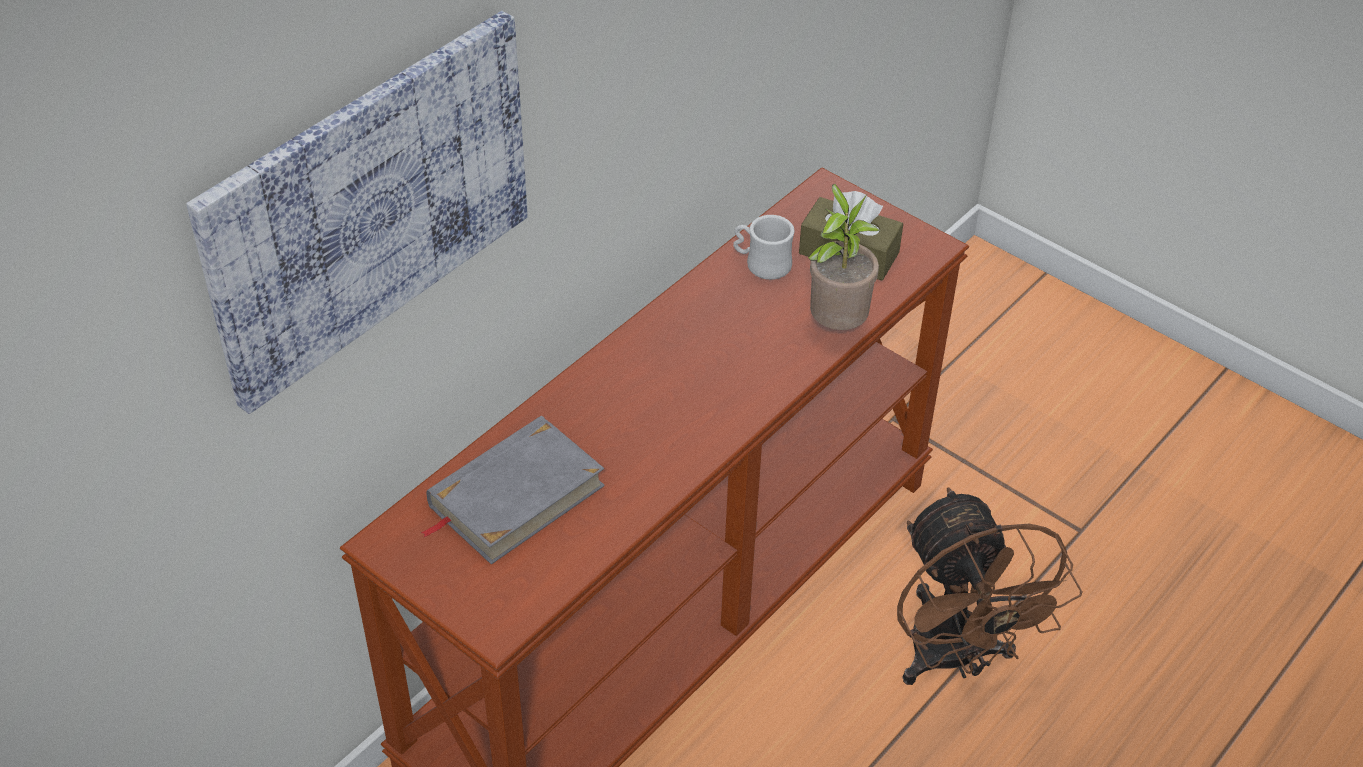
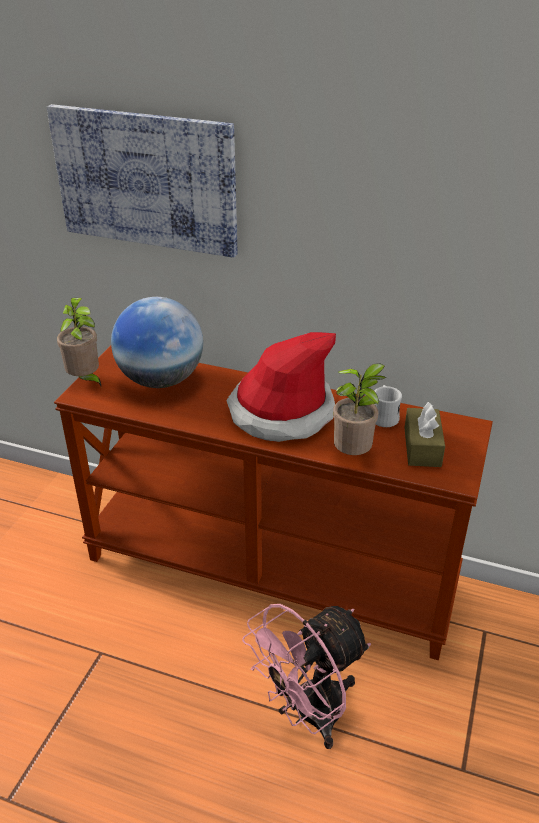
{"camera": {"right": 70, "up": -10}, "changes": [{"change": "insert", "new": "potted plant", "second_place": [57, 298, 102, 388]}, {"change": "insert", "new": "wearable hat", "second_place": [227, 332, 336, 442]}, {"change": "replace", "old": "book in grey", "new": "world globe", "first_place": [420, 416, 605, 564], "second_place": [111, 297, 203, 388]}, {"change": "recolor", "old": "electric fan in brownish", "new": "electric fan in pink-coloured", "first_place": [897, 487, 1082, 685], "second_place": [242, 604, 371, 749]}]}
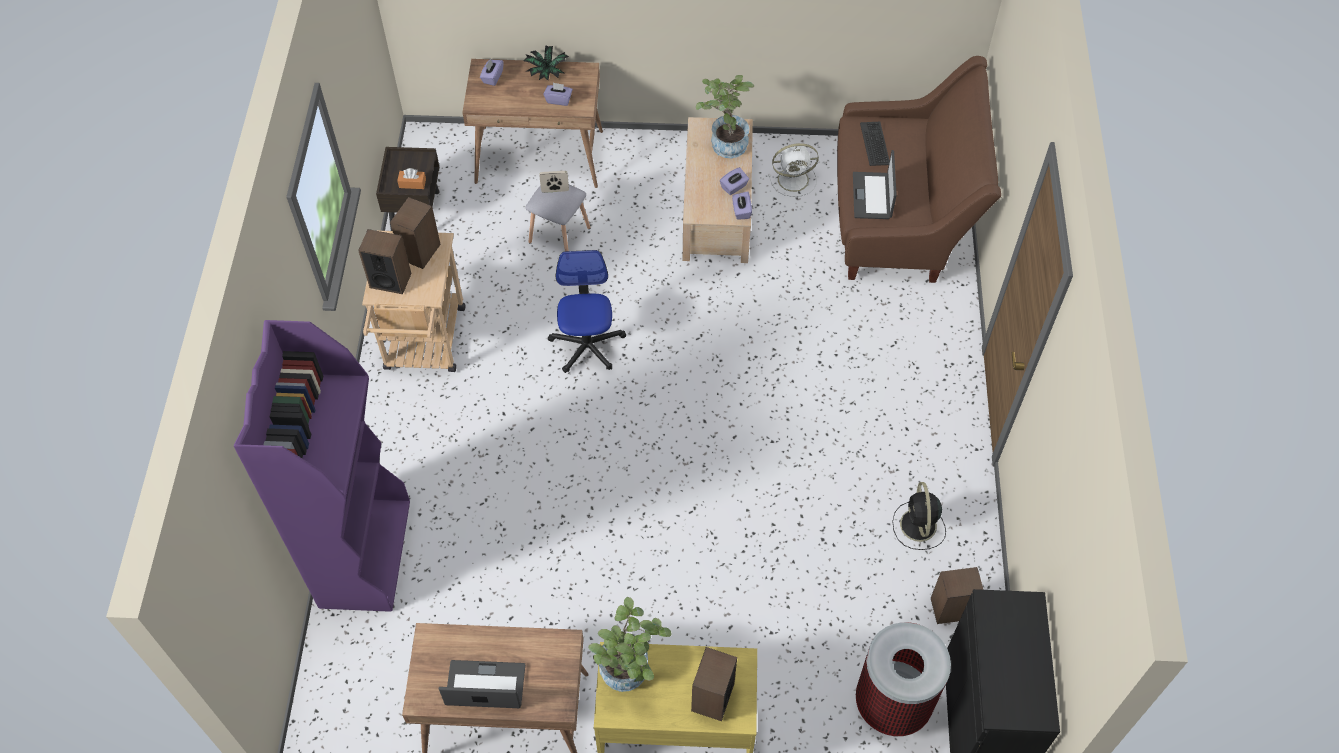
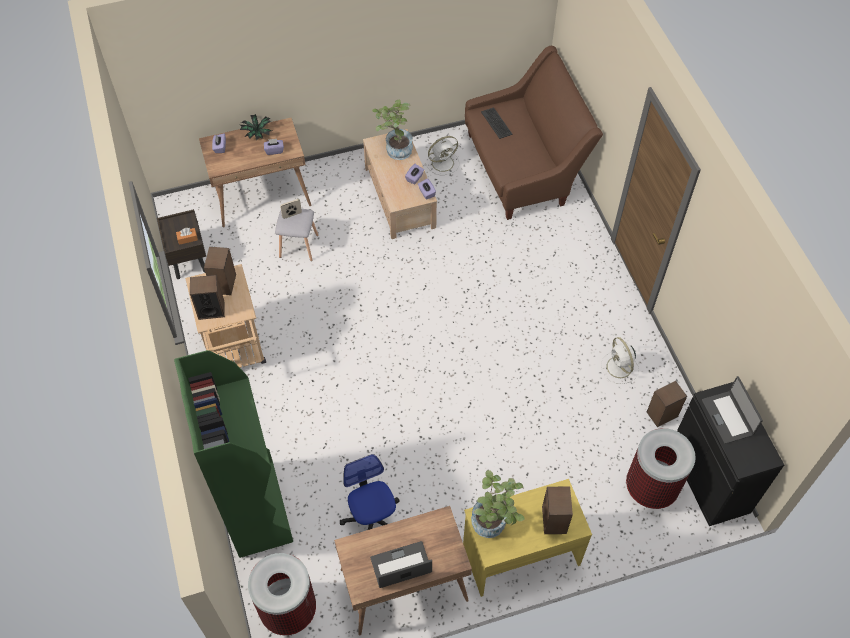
{"camera": {"right": -20, "up": 0}, "changes": [{"change": "insert", "new": "rubbish bin", "second_place": [248, 553, 316, 635]}, {"change": "move", "old": "desk chair", "first_place": [548, 250, 626, 373], "second_place": [340, 454, 400, 530]}, {"change": "move", "old": "notebook computer", "first_place": [853, 150, 897, 219], "second_place": [702, 376, 763, 444]}, {"change": "recolor", "old": "shelving unit in purple", "new": "shelving unit in green-coloured", "first_place": [234, 320, 410, 612], "second_place": [174, 350, 293, 558]}, {"change": "recolor", "old": "electric fan in blackish", "new": "electric fan in white-coloured", "first_place": [892, 482, 946, 550], "second_place": [601, 337, 639, 384]}]}
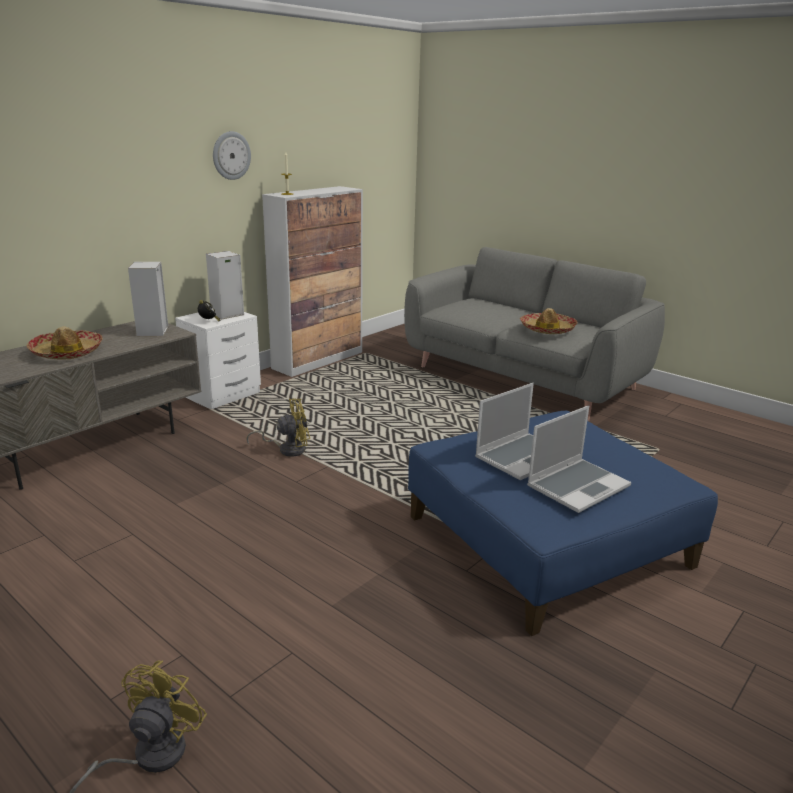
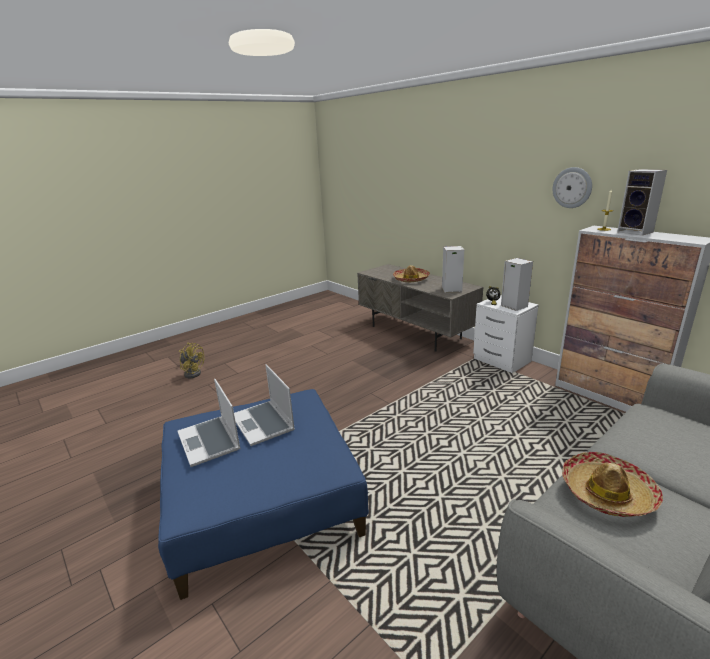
{"camera": {"right": 100, "up": 0}, "changes": [{"change": "delete", "old": "electric fan in yellow", "first_place": [246, 398, 310, 457]}, {"change": "insert", "new": "speaker", "second_place": [617, 169, 667, 236]}]}
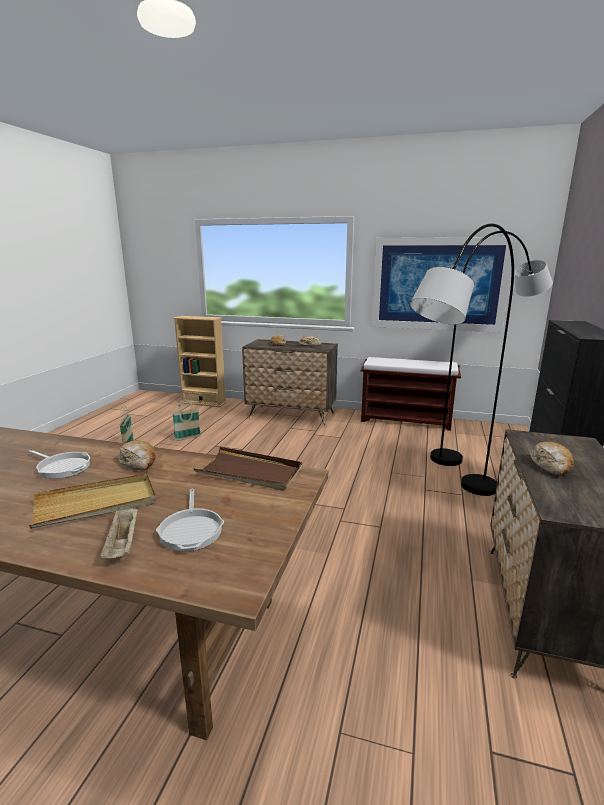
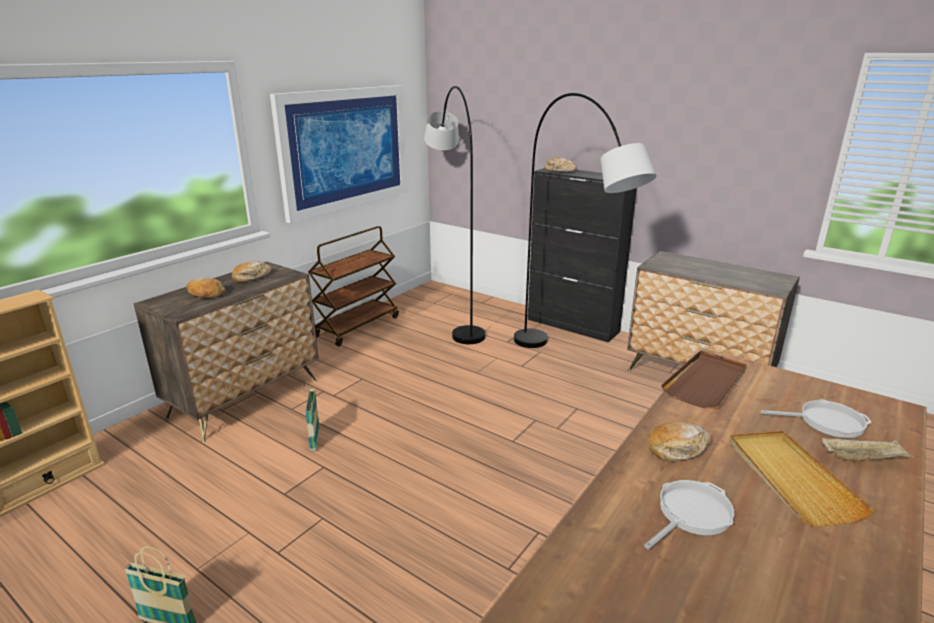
{"camera": {"right": -70, "up": 5}, "changes": [{"change": "move", "old": "basket", "first_place": [172, 399, 201, 441], "second_place": [305, 380, 319, 451]}, {"change": "move", "old": "bakery bread", "first_place": [530, 442, 574, 476], "second_place": [545, 158, 576, 172]}, {"change": "replace", "old": "bench in brownish", "new": "wheeled cart in brownish", "first_place": [361, 357, 461, 431], "second_place": [308, 226, 399, 347]}]}
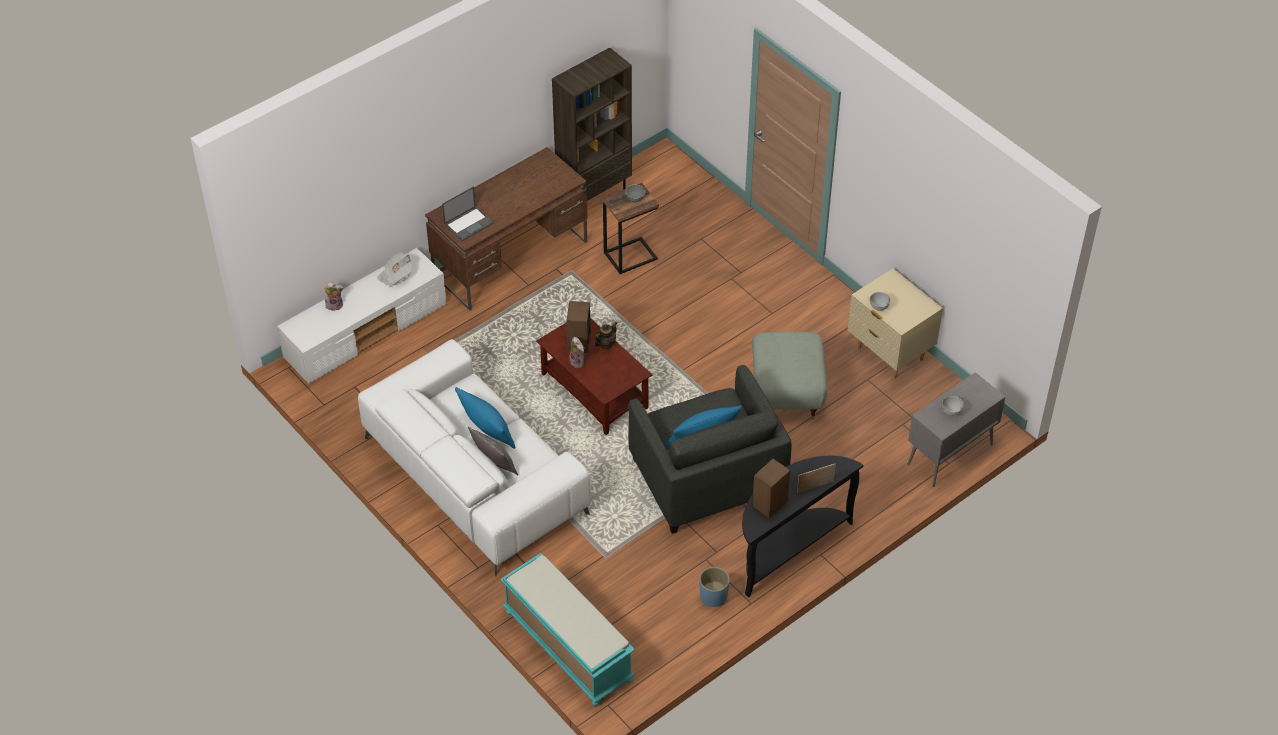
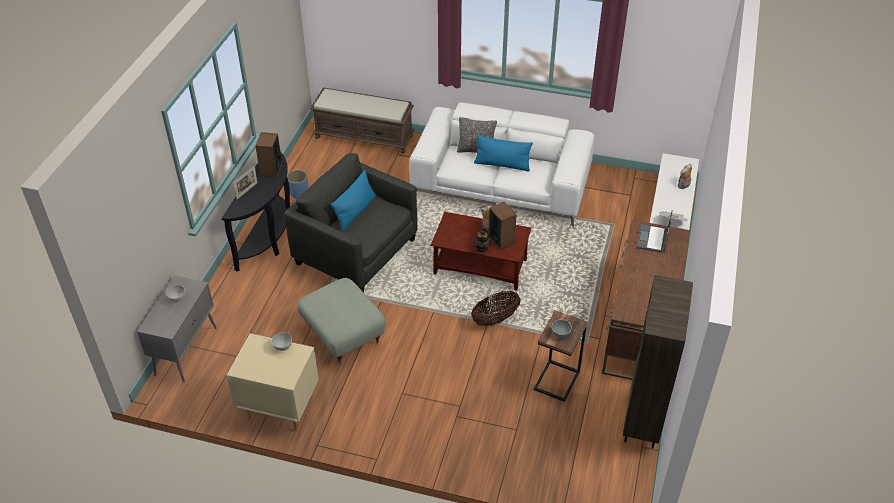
{"camera": {"right": 145, "up": -5}, "changes": [{"change": "insert", "new": "basket", "second_place": [471, 291, 520, 326]}, {"change": "recolor", "old": "bench in blue-green", "new": "bench in brownish", "first_place": [500, 553, 635, 706], "second_place": [310, 87, 415, 153]}]}
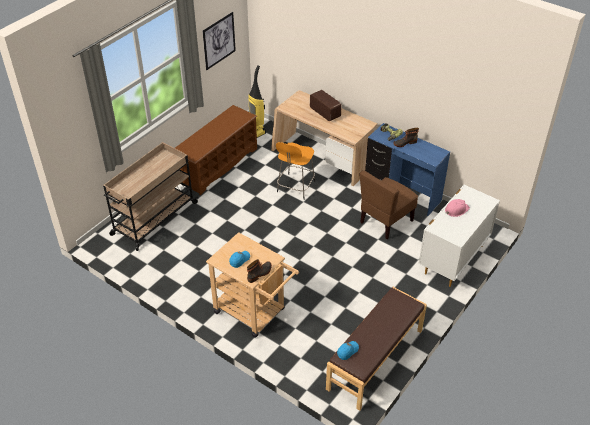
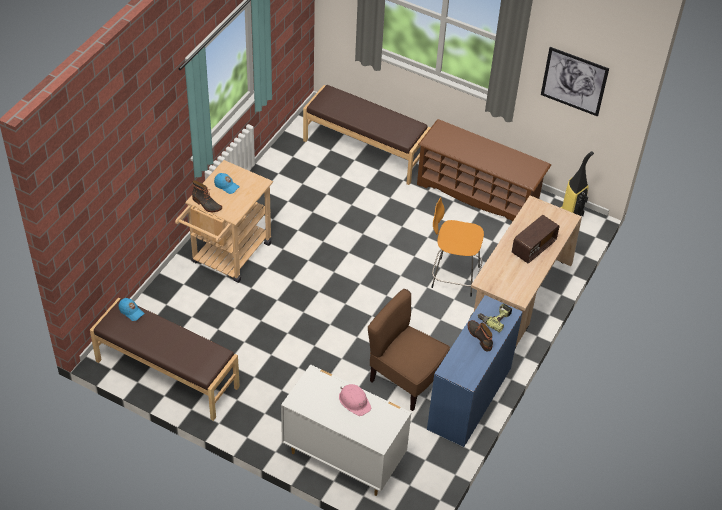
{"camera": {"right": 80, "up": 5}, "changes": [{"change": "replace", "old": "wheeled cart in beige-coloured", "new": "bench in brownish", "first_place": [103, 142, 198, 251], "second_place": [303, 85, 431, 185]}]}
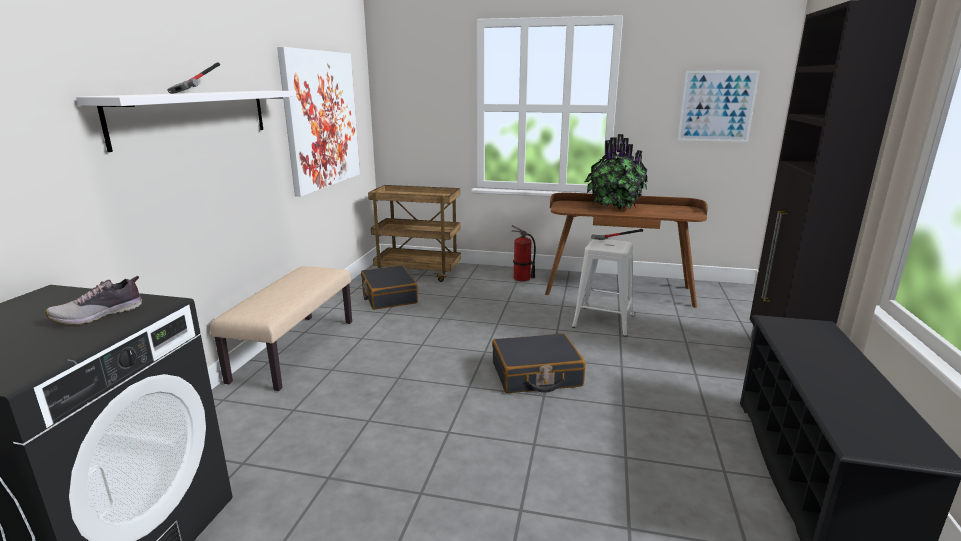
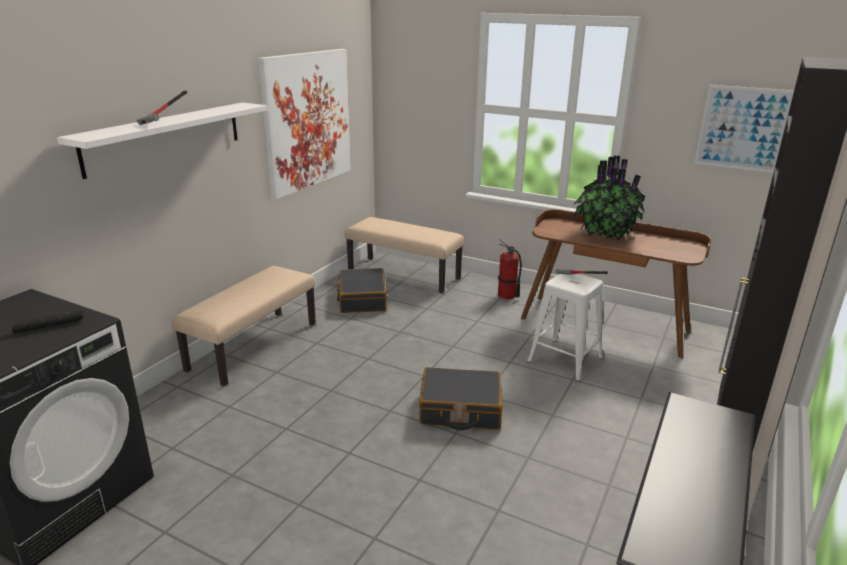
{"camera": {"right": 15, "up": 5}, "changes": [{"change": "replace", "old": "shoe", "new": "hand torch in blackish", "first_place": [45, 276, 142, 325], "second_place": [11, 310, 83, 334]}, {"change": "replace", "old": "wheeled cart in brownish", "new": "bench in beige-coloured", "first_place": [368, 185, 461, 282], "second_place": [345, 217, 464, 293]}]}
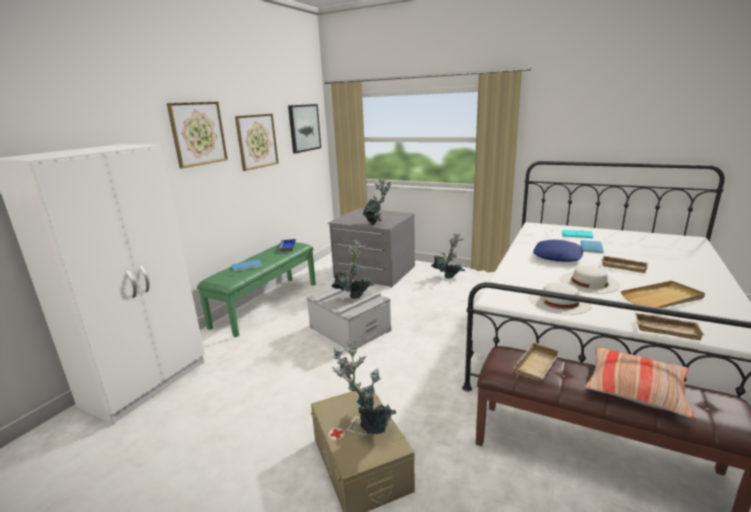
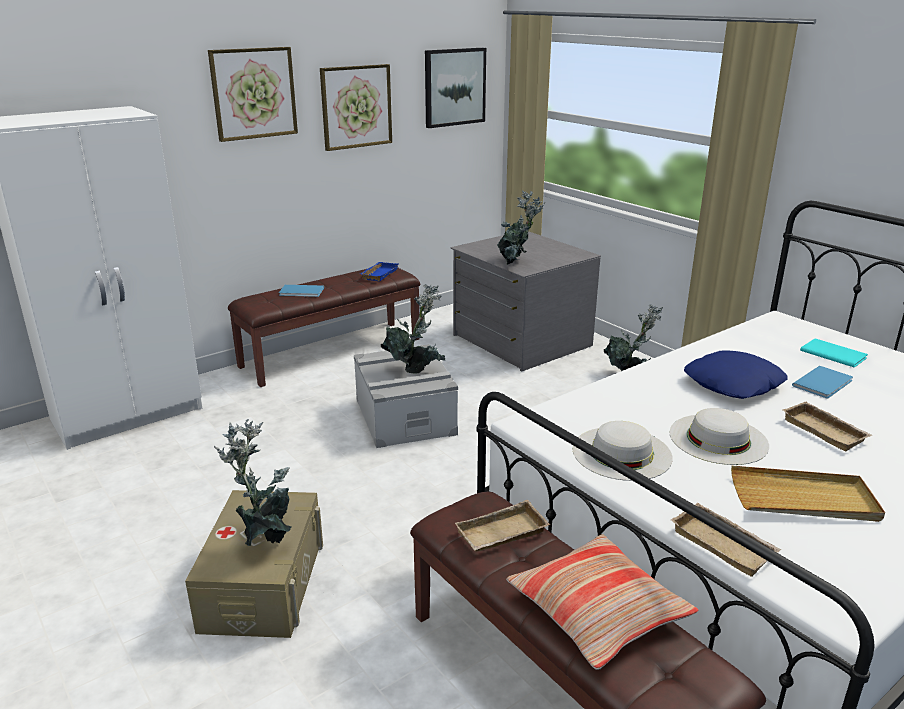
{"camera": {"right": 25, "up": 5}, "changes": [{"change": "recolor", "old": "bench in green-coloured", "new": "bench in brownish", "first_place": [197, 242, 316, 337], "second_place": [228, 268, 420, 387]}]}
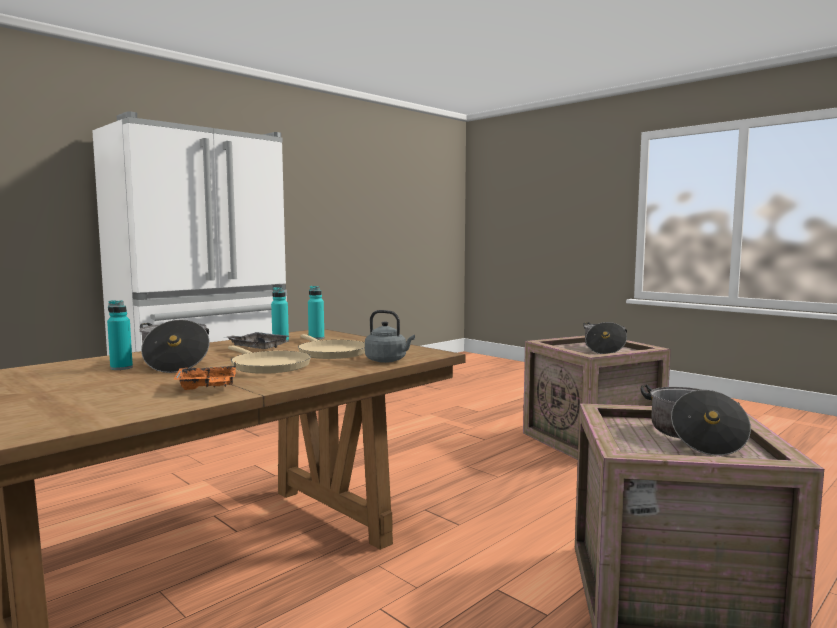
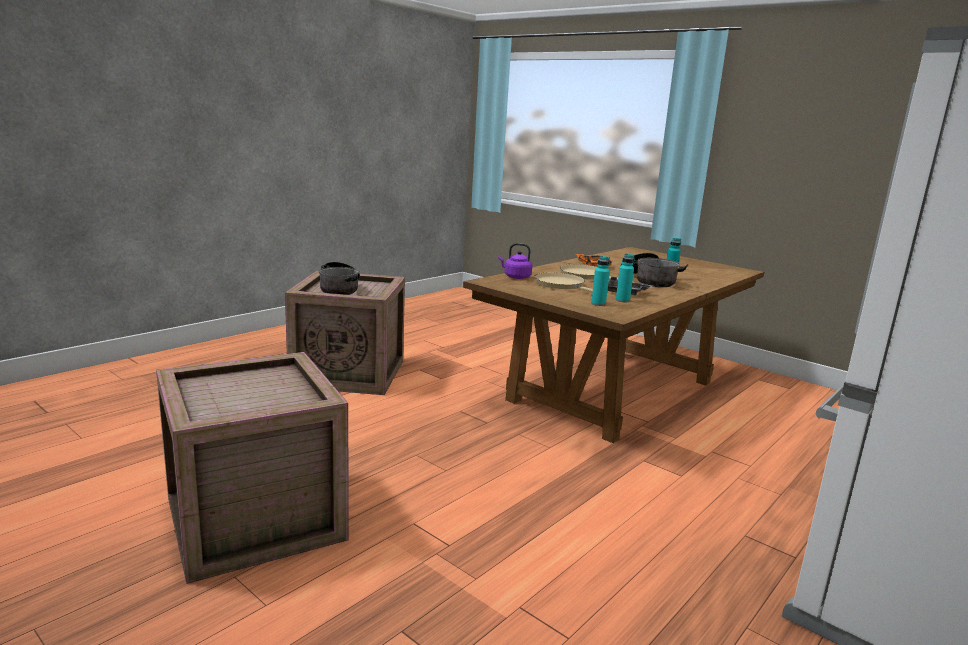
{"camera": {"right": 175, "up": 10}, "changes": [{"change": "delete", "old": "stockpot", "first_place": [583, 322, 627, 354]}, {"change": "recolor", "old": "tea kettle in grey", "new": "tea kettle in purple", "first_place": [365, 310, 415, 363], "second_place": [499, 243, 532, 279]}]}
